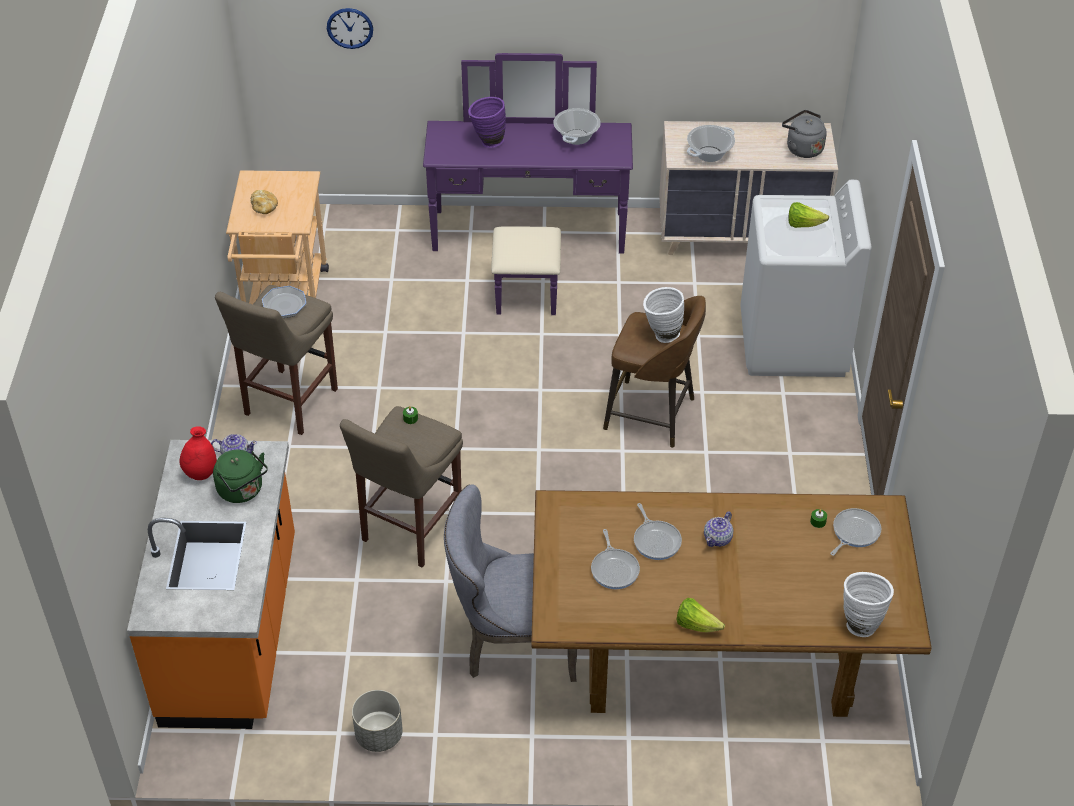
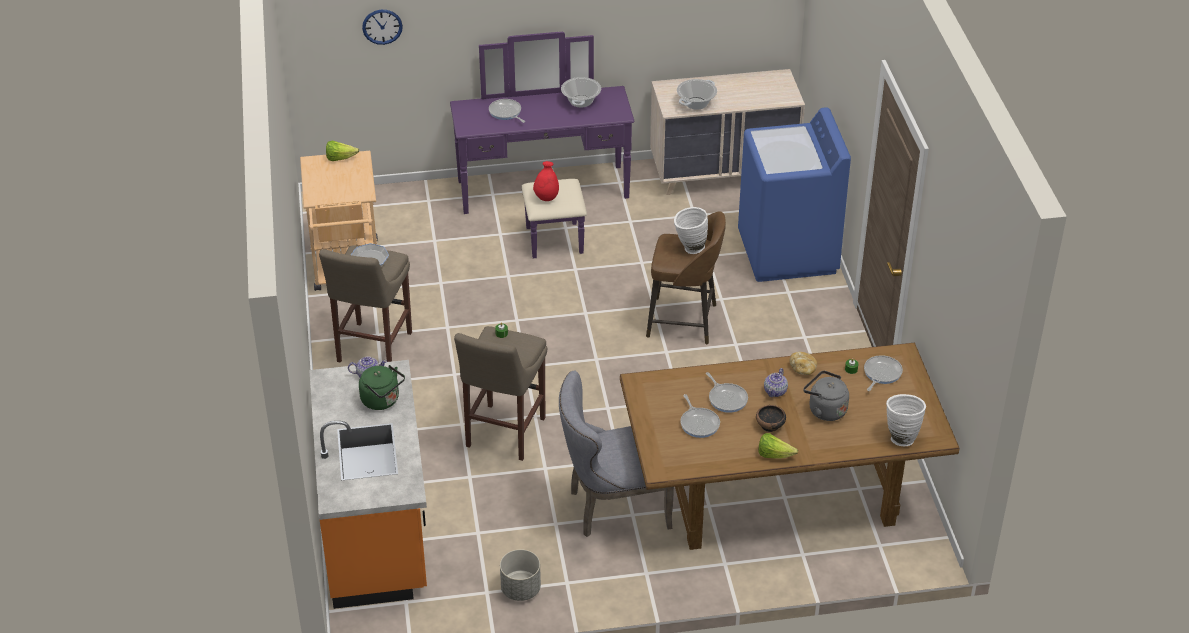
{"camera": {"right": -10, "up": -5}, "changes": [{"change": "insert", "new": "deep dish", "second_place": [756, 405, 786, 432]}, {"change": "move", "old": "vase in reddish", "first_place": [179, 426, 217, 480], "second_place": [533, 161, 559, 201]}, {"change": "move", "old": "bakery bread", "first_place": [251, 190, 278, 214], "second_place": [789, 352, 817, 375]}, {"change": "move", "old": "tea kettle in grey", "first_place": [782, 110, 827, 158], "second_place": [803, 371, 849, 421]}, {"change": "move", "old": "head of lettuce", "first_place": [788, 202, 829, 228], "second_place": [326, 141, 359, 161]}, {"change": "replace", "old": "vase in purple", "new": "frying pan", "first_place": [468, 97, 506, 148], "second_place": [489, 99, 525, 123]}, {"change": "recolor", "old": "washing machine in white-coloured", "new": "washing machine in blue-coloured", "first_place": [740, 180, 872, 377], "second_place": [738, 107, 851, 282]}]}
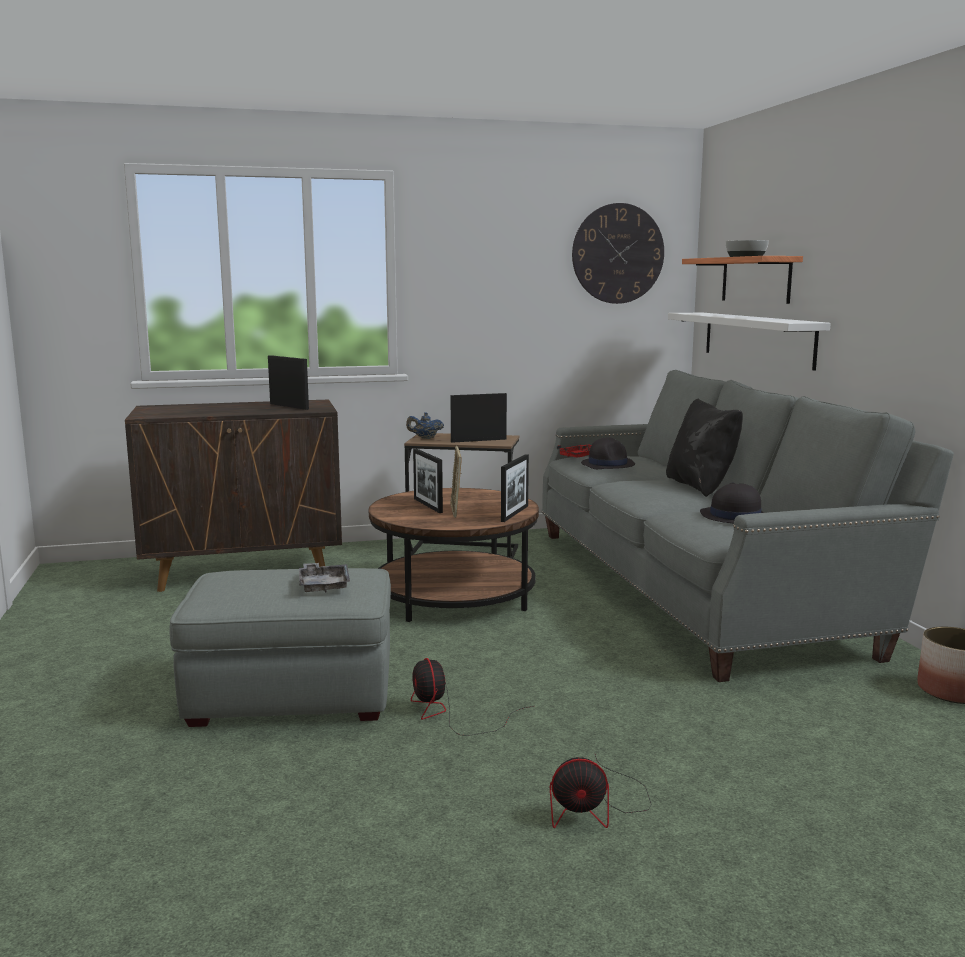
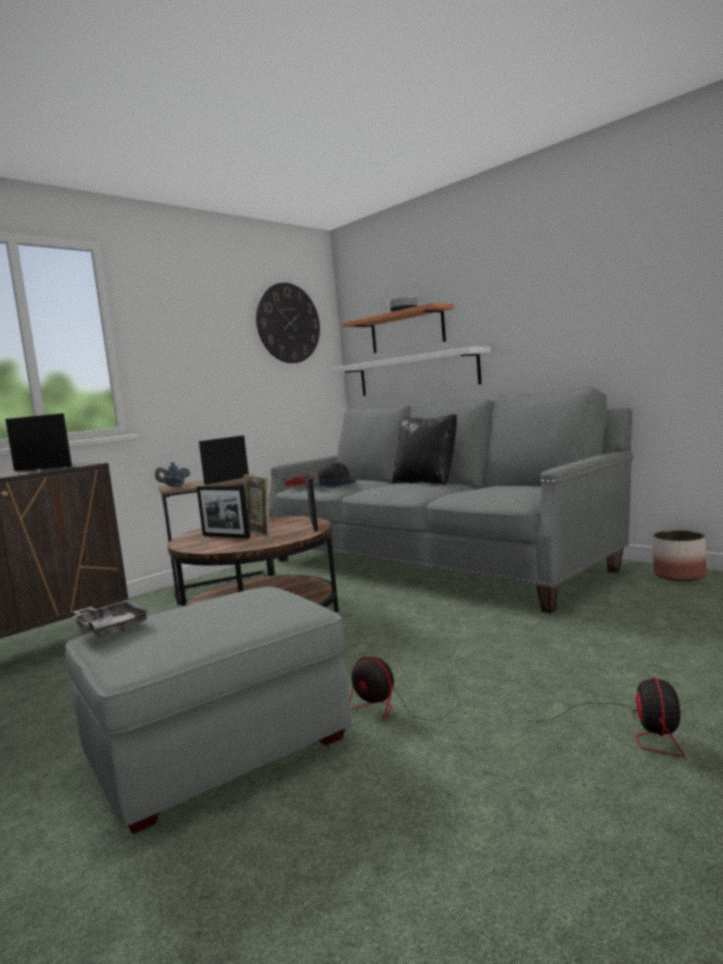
{"camera": {"right": -30, "up": -5}, "changes": [{"change": "delete", "old": "wearable hat in blackish", "first_place": [700, 482, 764, 524]}, {"change": "move", "old": "carrying tray in grey", "first_place": [299, 563, 350, 593], "second_place": [72, 599, 151, 637]}, {"change": "rotate", "old": "electric fan", "first_place": [550, 754, 651, 828], "second_place": [532, 677, 684, 757], "degrees": -45}]}
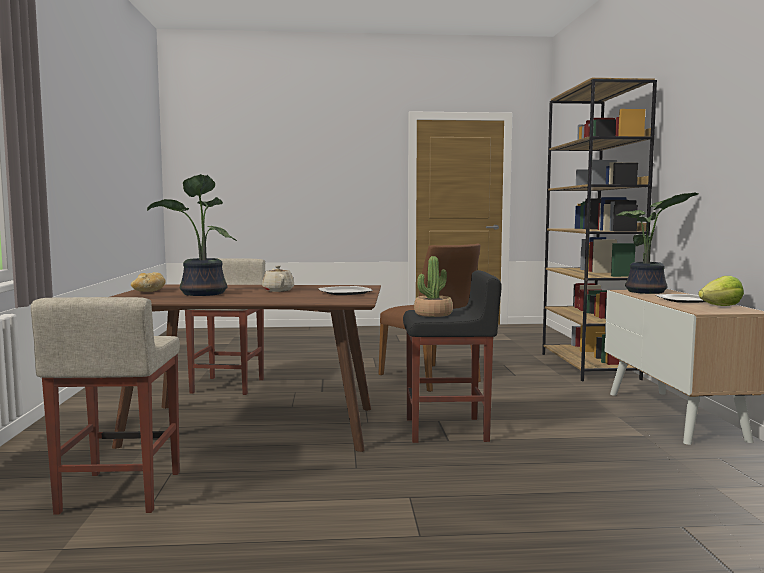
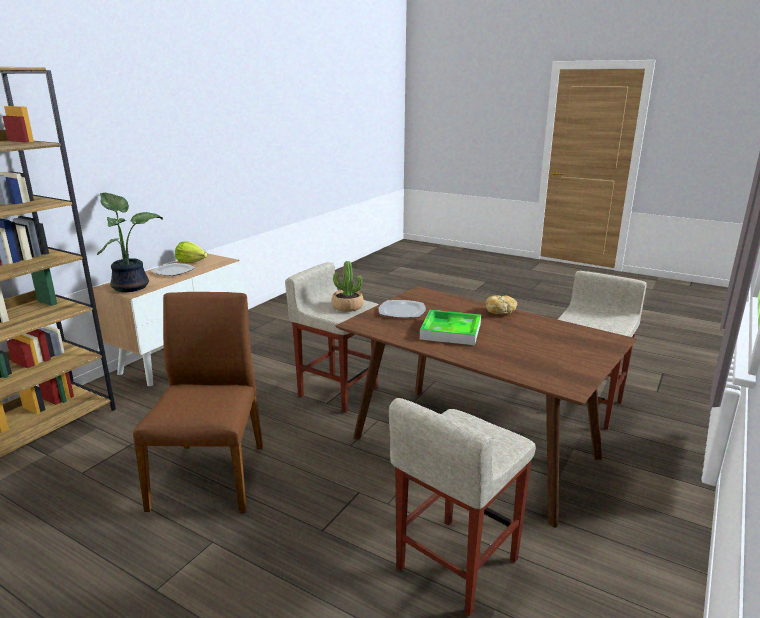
{"camera": {"right": -145, "up": 15}, "changes": [{"change": "delete", "old": "potted plant", "first_place": [147, 174, 237, 296]}, {"change": "move", "old": "bakery bread", "first_place": [131, 272, 166, 292], "second_place": [486, 295, 517, 314]}, {"change": "replace", "old": "teapot in beige-coloured", "new": "carrying tray", "first_place": [262, 265, 294, 292], "second_place": [420, 310, 481, 345]}, {"change": "recolor", "old": "stool seat in blackish", "new": "stool seat in beige-coloured", "first_place": [403, 270, 502, 443], "second_place": [285, 262, 379, 413]}]}
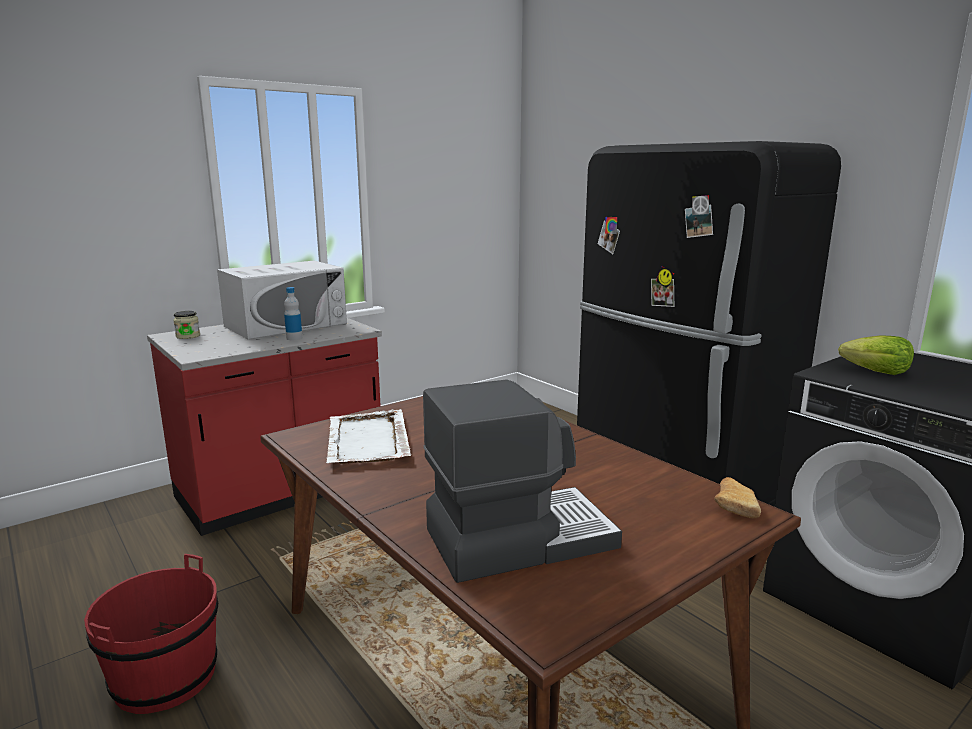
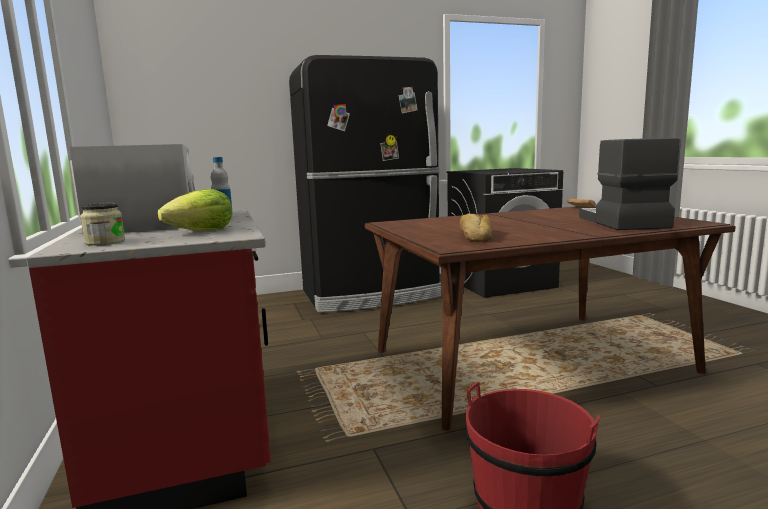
{"camera": {"right": -70, "up": -5}, "changes": [{"change": "move", "old": "head of lettuce", "first_place": [838, 335, 914, 375], "second_place": [158, 189, 232, 230]}, {"change": "replace", "old": "carrying tray in white-coloured", "new": "bakery bread", "first_place": [327, 409, 411, 464], "second_place": [460, 213, 492, 242]}]}
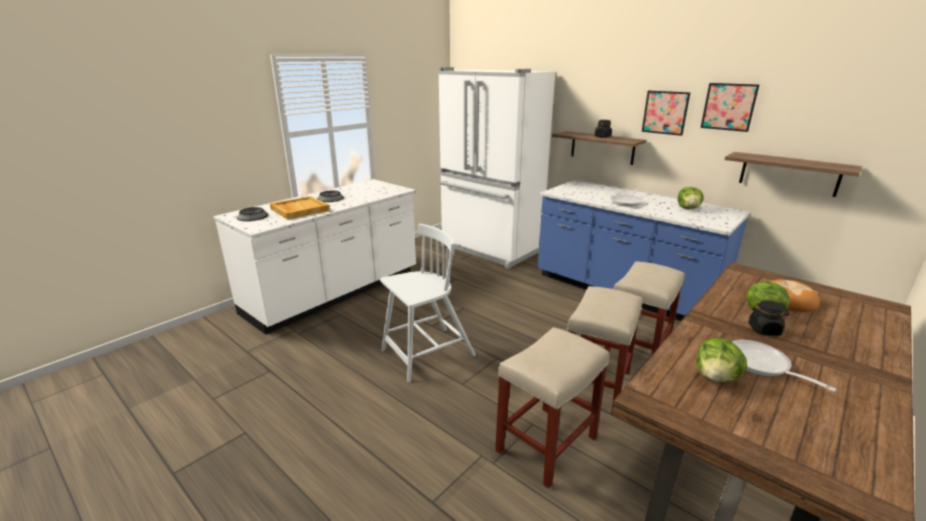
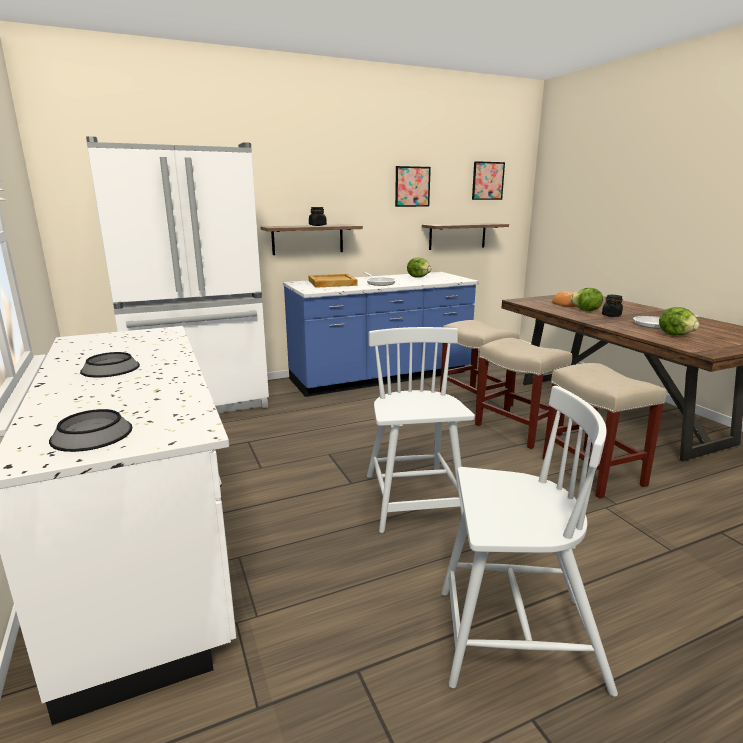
{"camera": {"right": -65, "up": -5}, "changes": [{"change": "insert", "new": "upright chair in white-coloured", "second_place": [442, 386, 618, 697]}, {"change": "move", "old": "carrying tray in beige-coloured", "first_place": [270, 196, 330, 220], "second_place": [309, 274, 357, 288]}, {"change": "move", "old": "picture", "first_place": [642, 91, 691, 136], "second_place": [472, 161, 505, 200]}]}
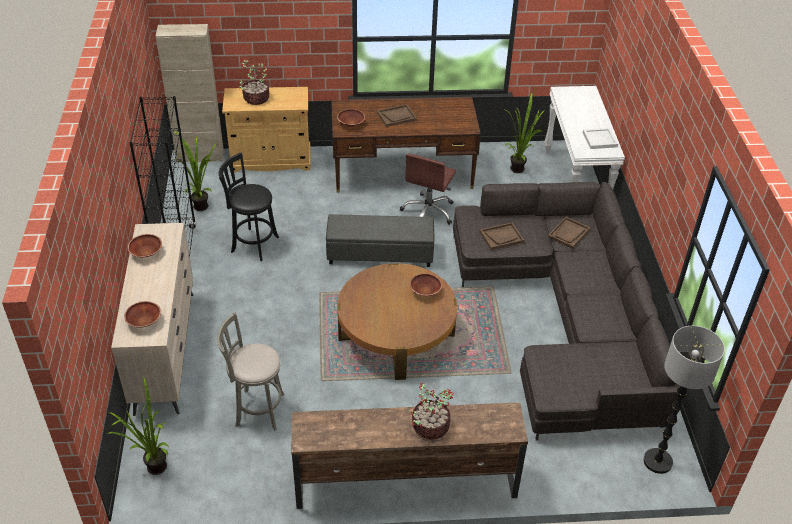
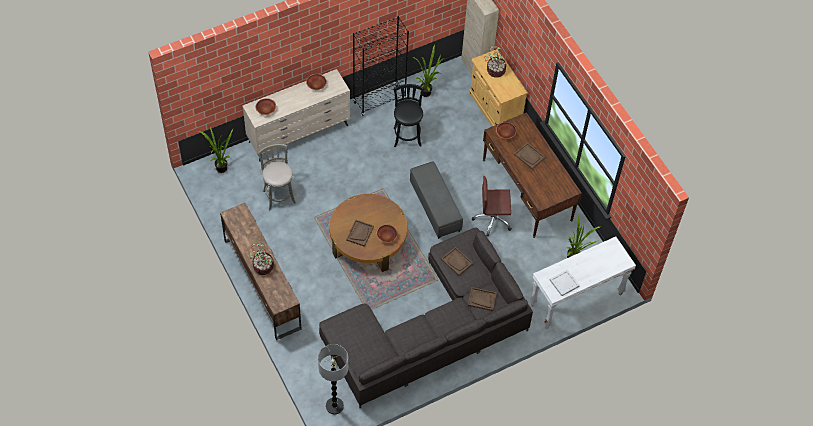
{"camera": {"right": 65, "up": 15}, "changes": [{"change": "insert", "new": "carrying tray in brownish", "second_place": [346, 220, 374, 247]}]}
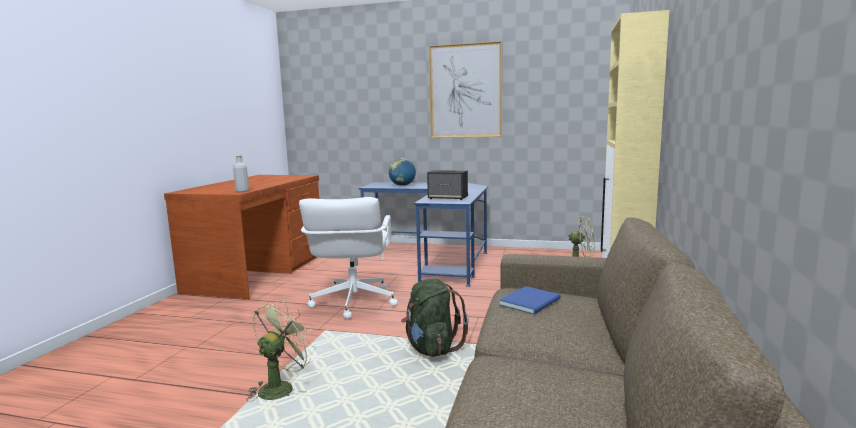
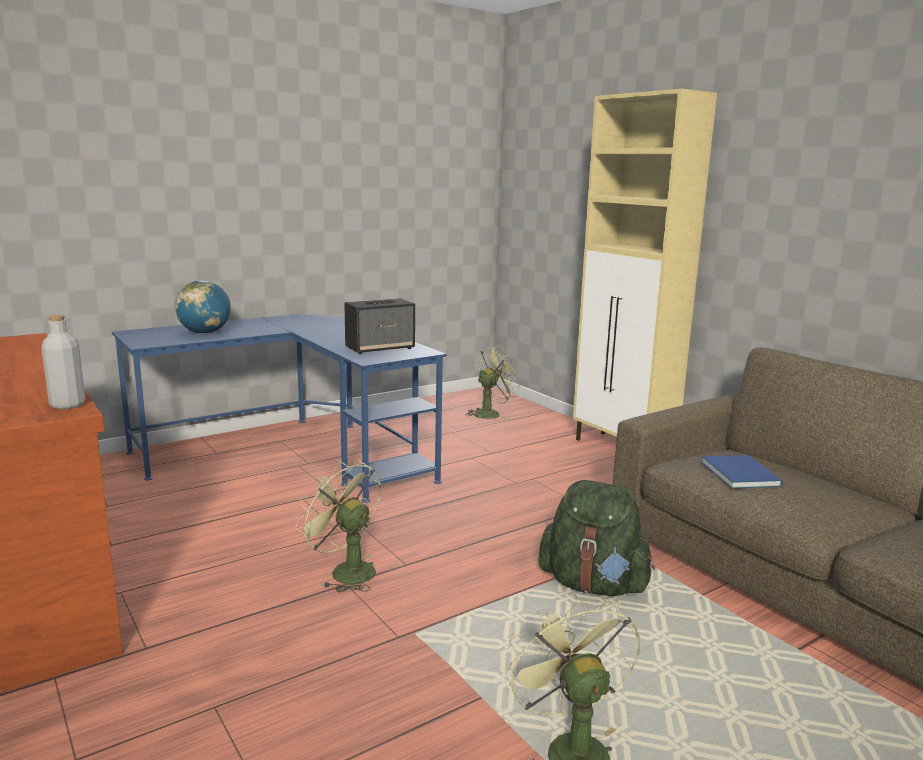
{"camera": {"right": -50, "up": 5}, "changes": [{"change": "delete", "old": "picture", "first_place": [429, 41, 502, 138]}, {"change": "replace", "old": "desk chair in white-coloured", "new": "electric fan in green-coloured", "first_place": [299, 197, 398, 319], "second_place": [295, 460, 381, 592]}]}
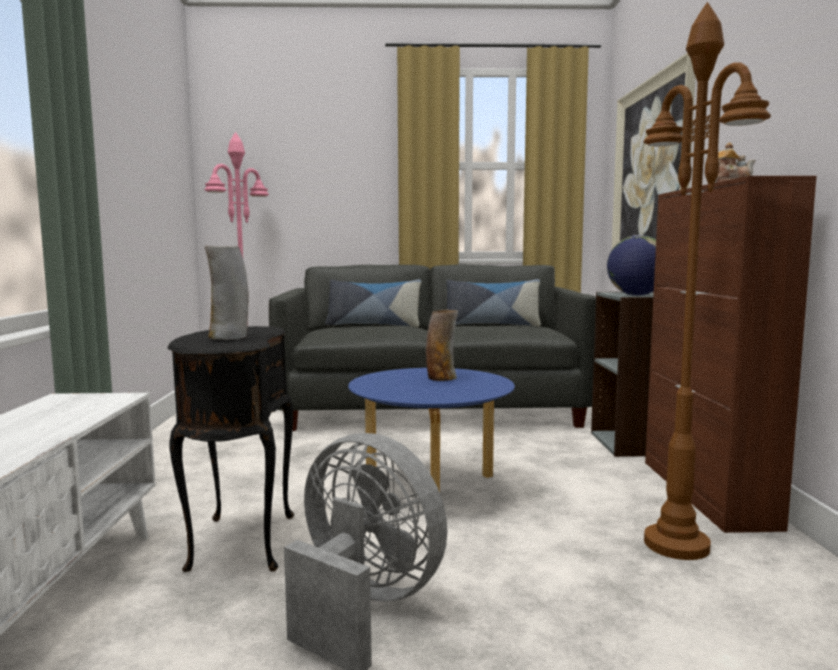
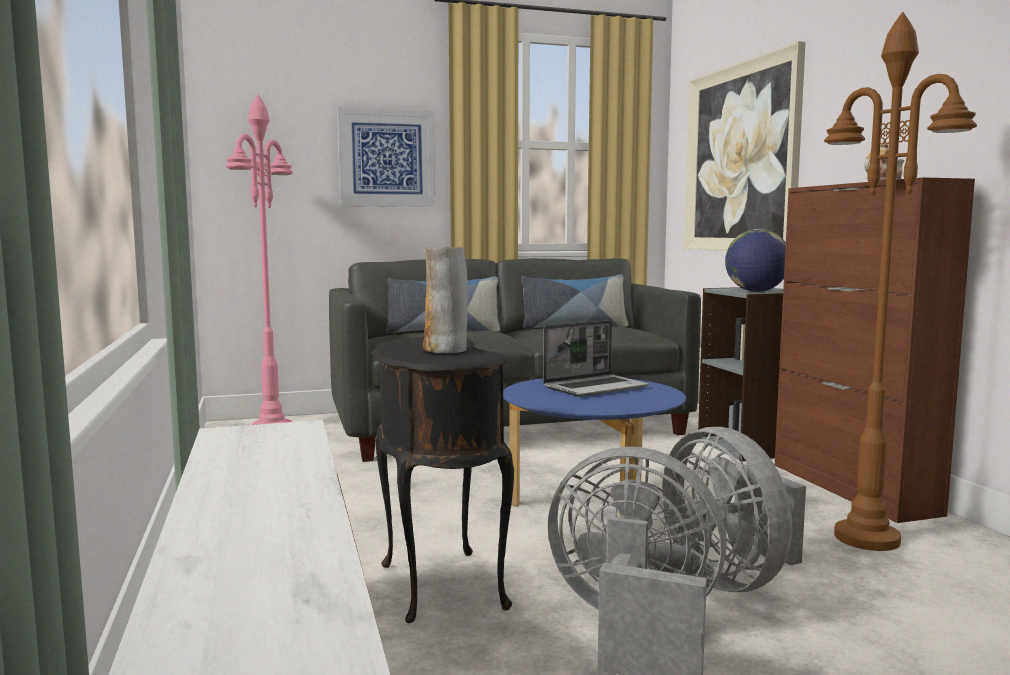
{"camera": {"right": -15, "up": 0}, "changes": [{"change": "insert", "new": "picture", "second_place": [337, 107, 435, 207]}, {"change": "insert", "new": "electric fan in grey", "second_place": [662, 427, 806, 592]}, {"change": "replace", "old": "vase", "new": "notebook computer", "first_place": [426, 310, 458, 381], "second_place": [543, 320, 649, 397]}]}
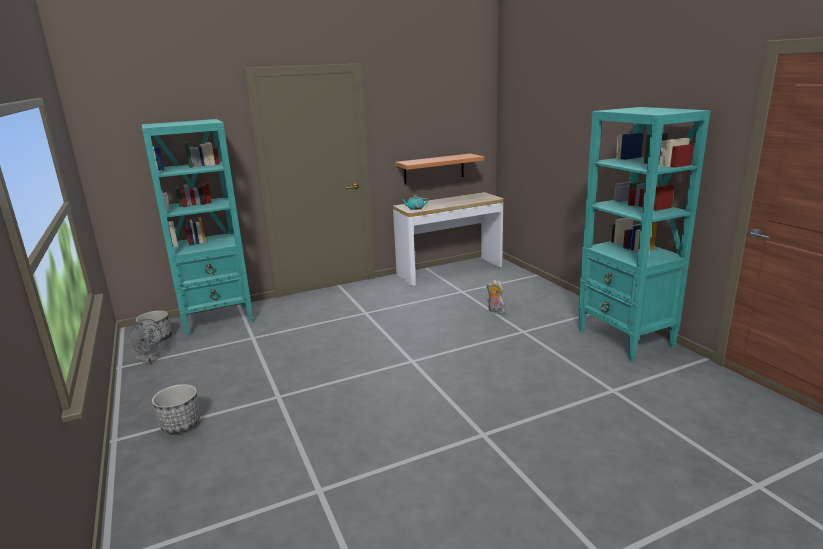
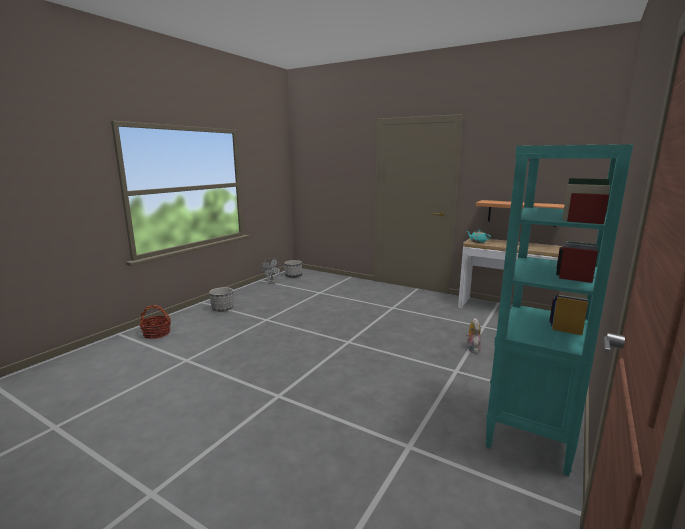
{"camera": {"right": 55, "up": -5}, "changes": [{"change": "delete", "old": "shelving unit in blue-green", "first_place": [142, 119, 253, 336]}, {"change": "insert", "new": "basket", "second_place": [139, 305, 171, 339]}]}
